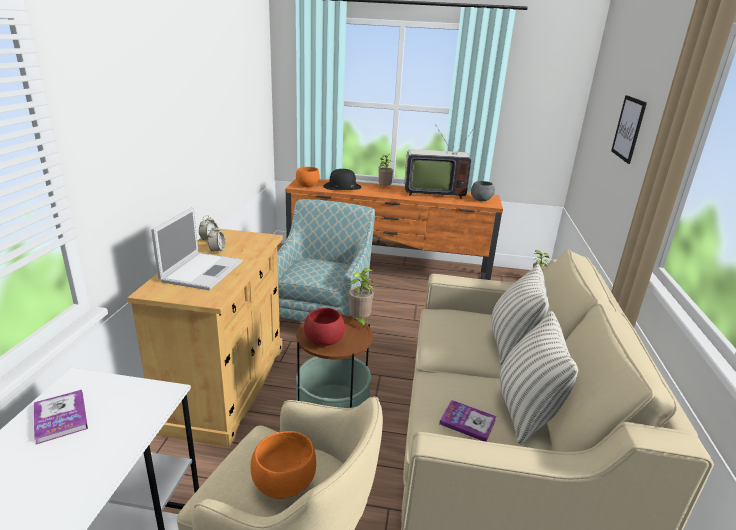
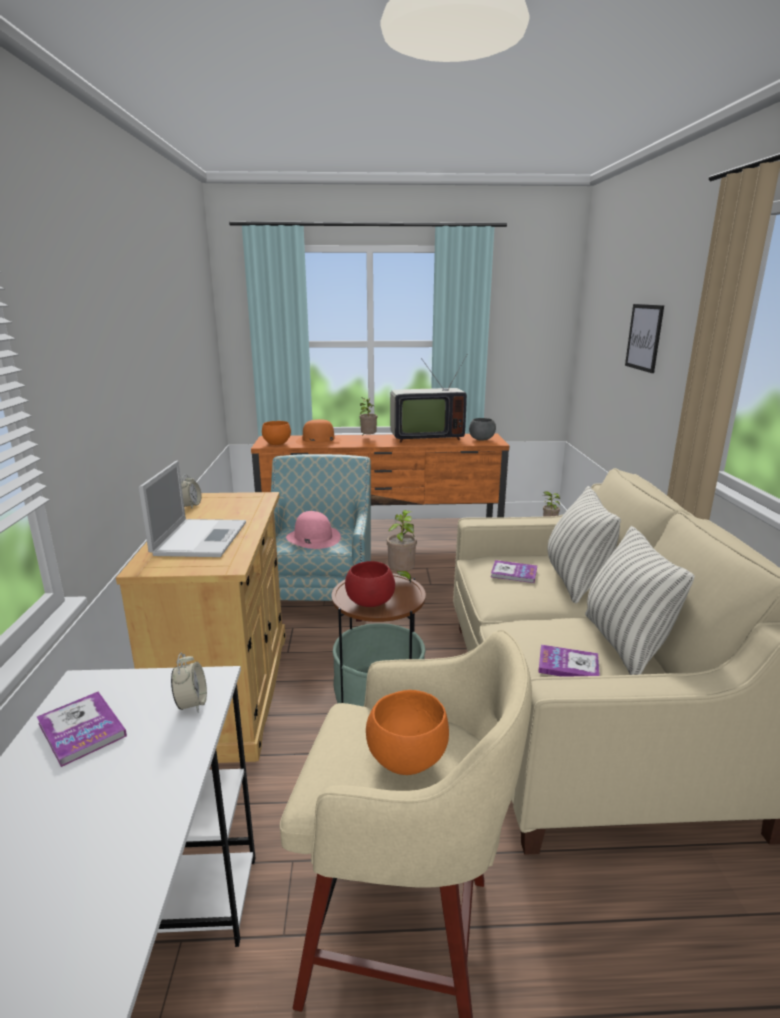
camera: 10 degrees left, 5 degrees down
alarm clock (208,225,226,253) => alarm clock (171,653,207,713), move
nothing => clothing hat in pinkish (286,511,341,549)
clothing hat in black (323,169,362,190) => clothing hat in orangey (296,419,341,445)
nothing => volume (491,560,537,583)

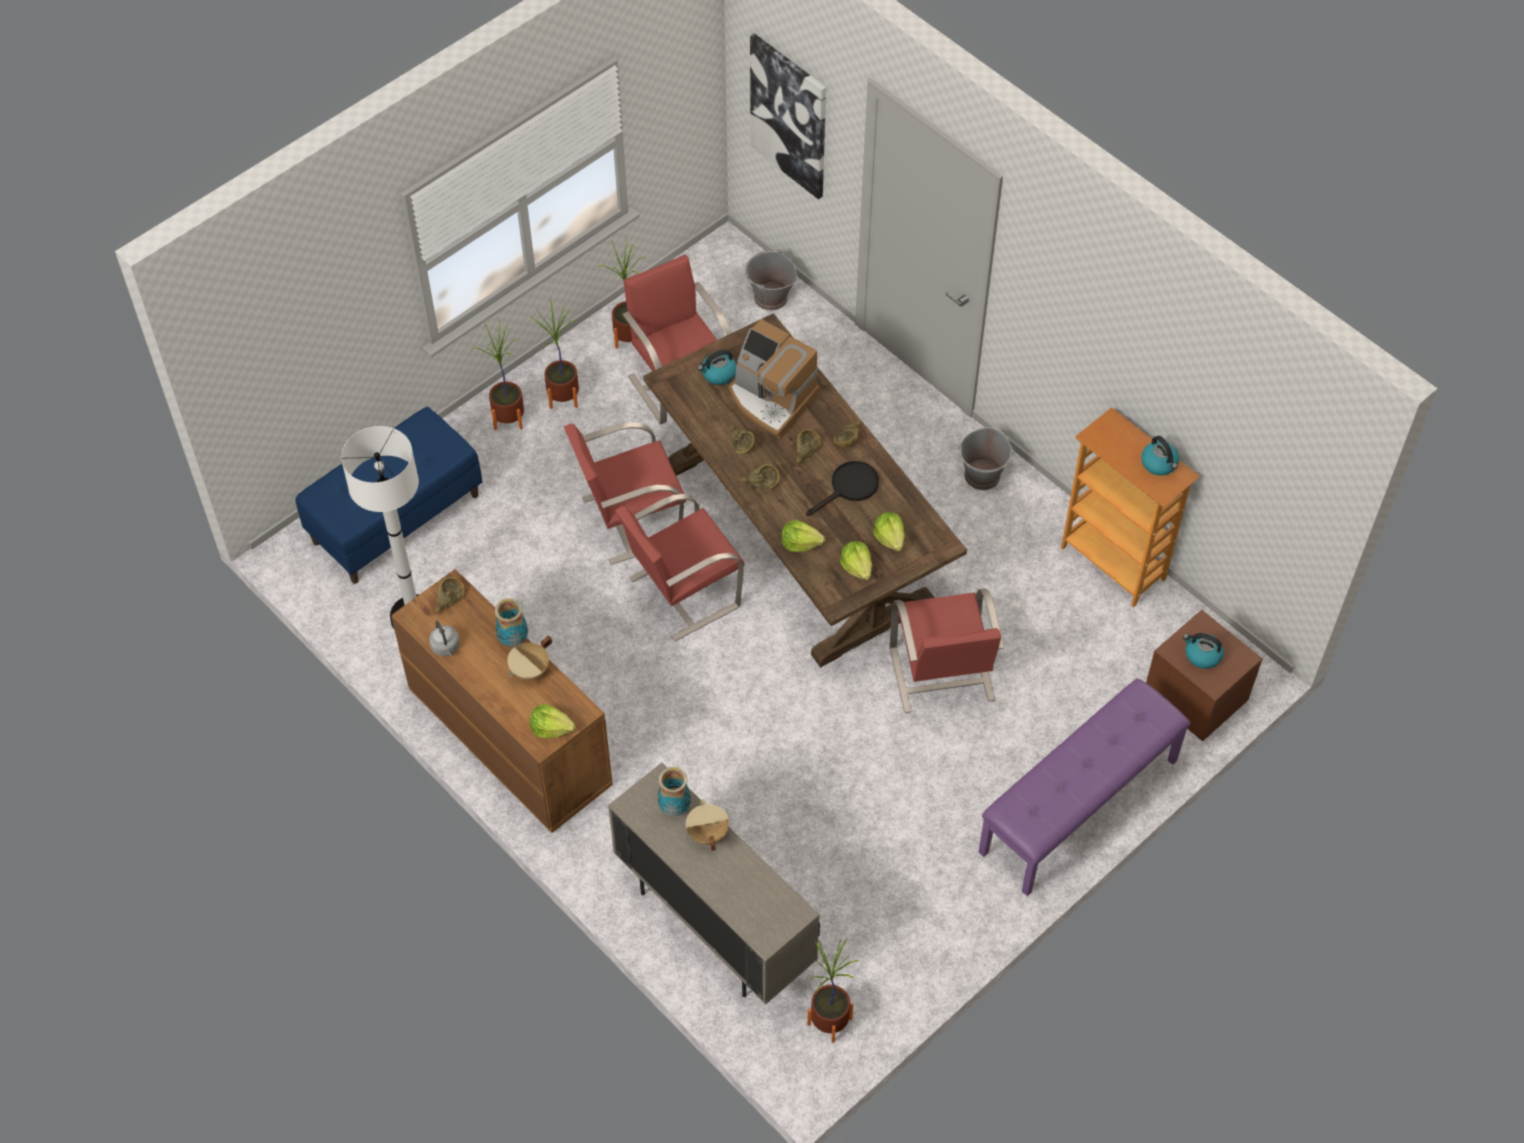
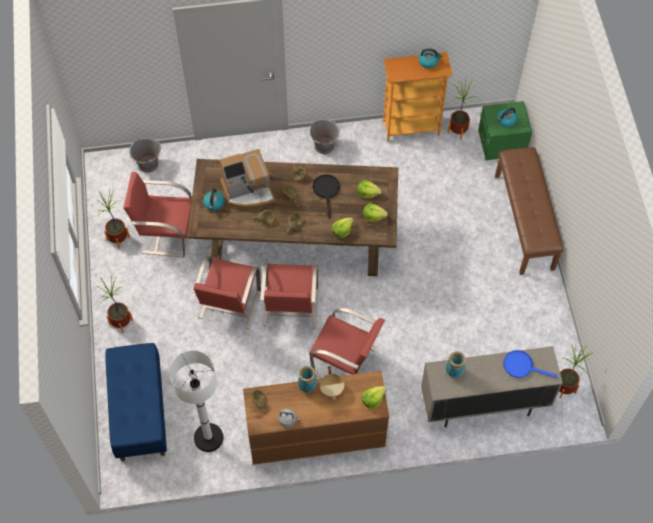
camera: 55 degrees left, 5 degrees up
plain chair in red-coloured (890,588,1005,713) => plain chair in red-coloured (309,308,385,379), move
potted plant (530,298,579,409) => potted plant (448,79,479,140), move
night table in brownish (1146,610,1263,741) => night table in green (478,101,532,160)
long seat in purplish (979,679,1191,896) => long seat in brownish (495,147,564,275)
nothing => frying pan in blue (503,350,558,378)
saucepot in beige-coloured (686,799,729,851) => nothing
wall art (750,33,826,199) => nothing

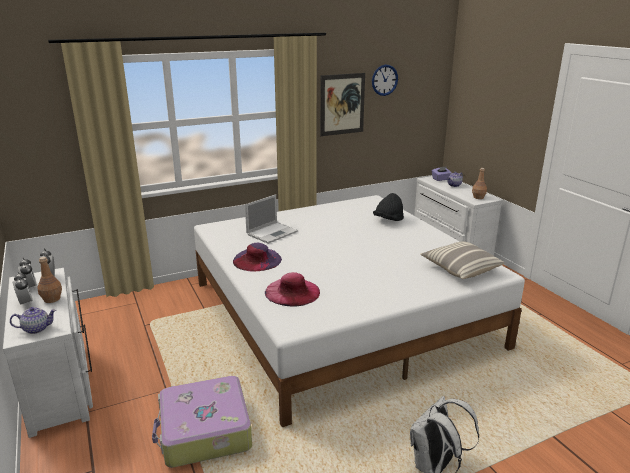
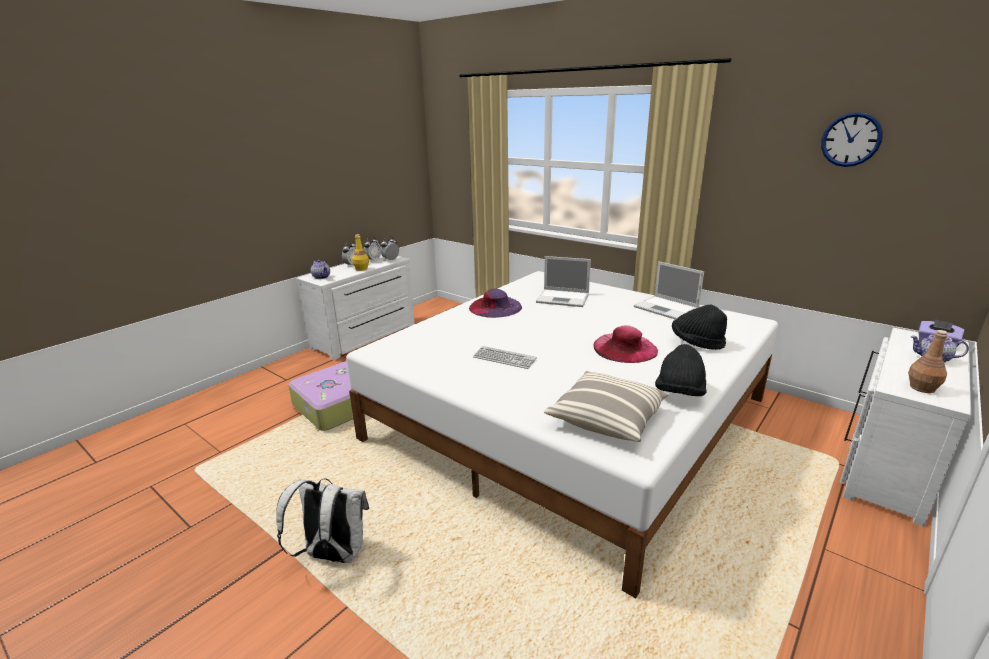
camera: 65 degrees right, 0 degrees up
bottle in brownish (37,257,62,303) => bottle in yellow-coloured (352,234,369,271)
nothing => keyboard (473,346,537,369)
clothing hat in pinkish (265,272,320,307) => clothing hat in pinkish (594,325,658,363), move
nothing => laptop (634,261,704,320)
nothing => clothing hat in black (655,344,707,396)
wall art (320,73,365,136) => nothing

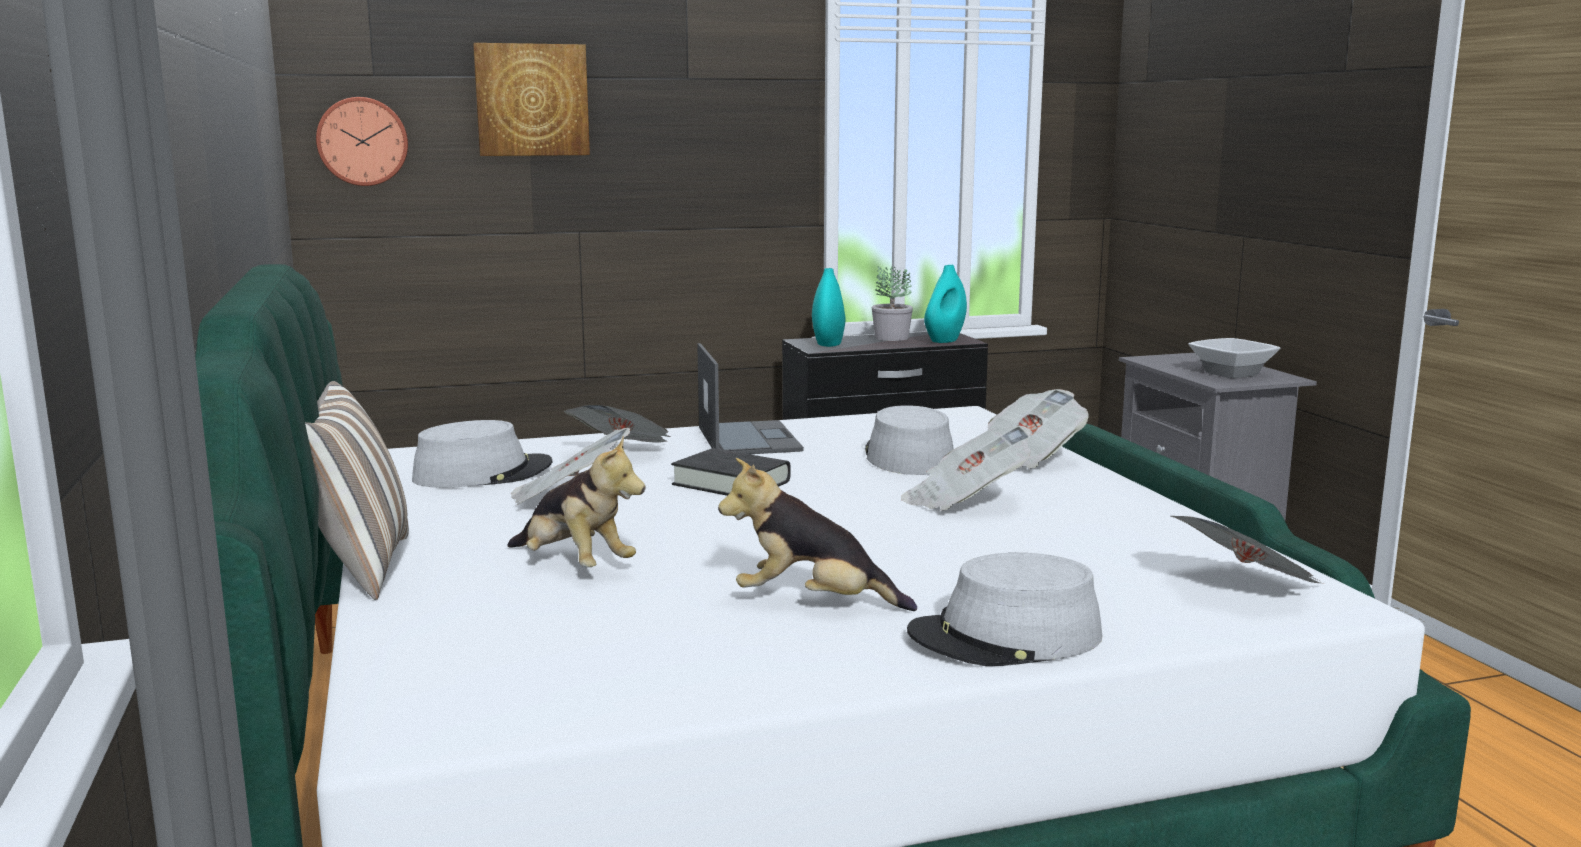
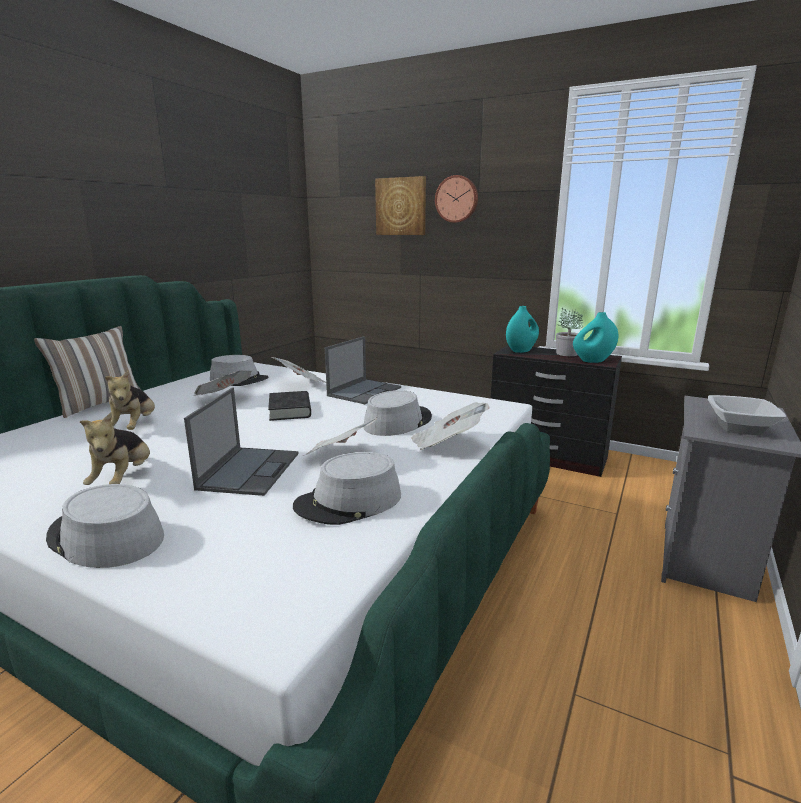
camera: 45 degrees right, 5 degrees up
soft toy (718,458,917,611) => soft toy (80,413,150,485), 150 degrees counterclockwise
nothing => laptop (184,388,299,496)
nothing => clothing hat in grey (293,452,401,525)
wall clock (316,97,408,186) => wall clock (435,175,478,223), move
newspaper (1171,516,1320,583) => nothing

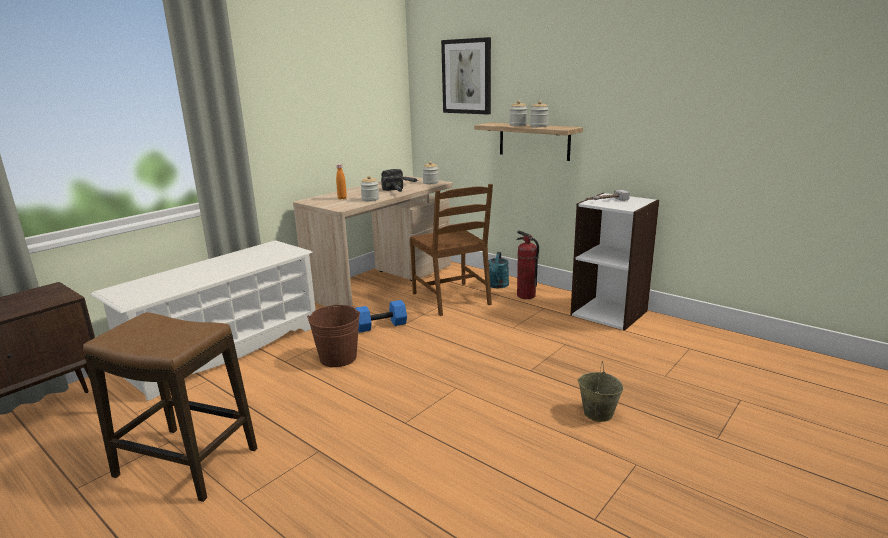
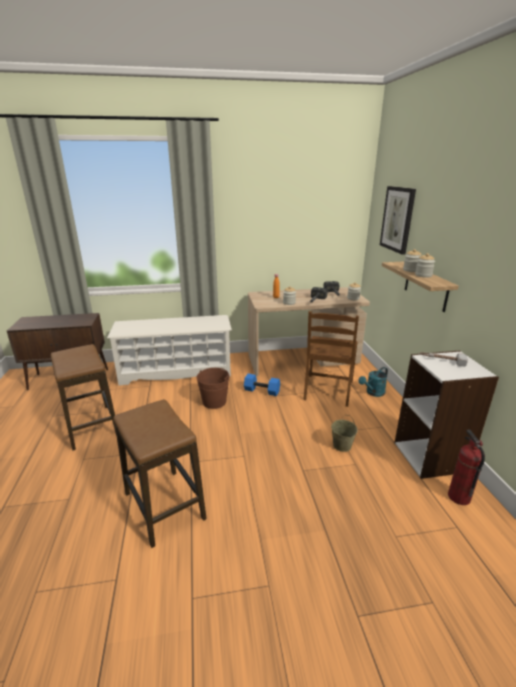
camera: 40 degrees right, 5 degrees up
nothing => stool seat (113,399,207,548)
water bucket in beige-coloured (578,361,624,422) => water bucket in beige-coloured (331,415,357,452), move
fire extinguisher (517,231,539,299) => fire extinguisher (448,430,485,505), move

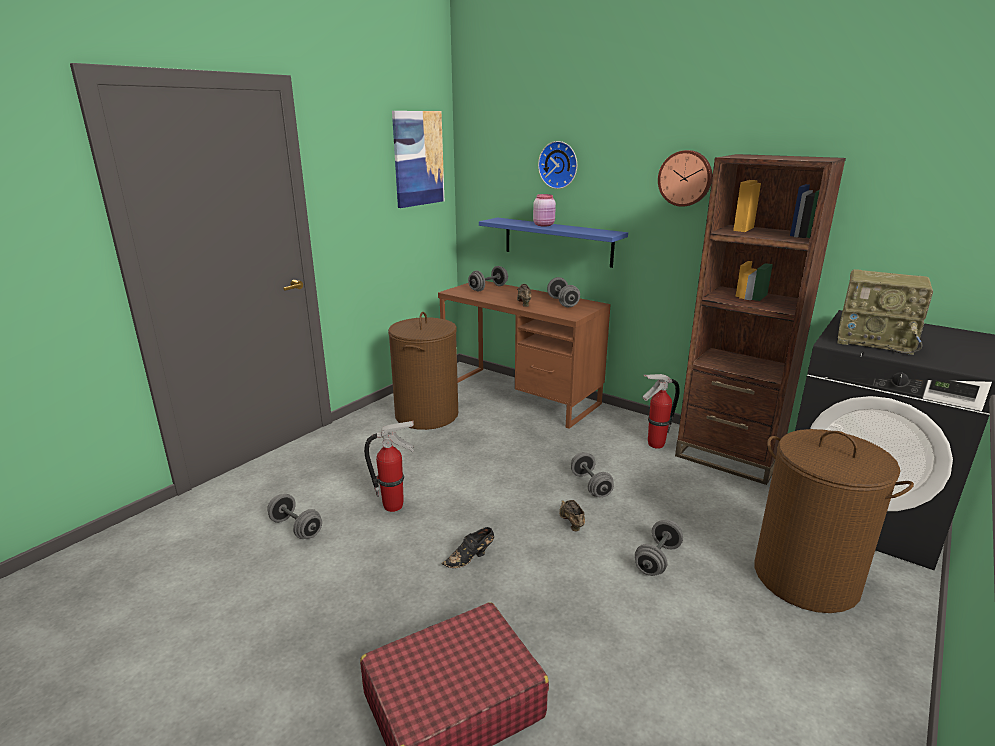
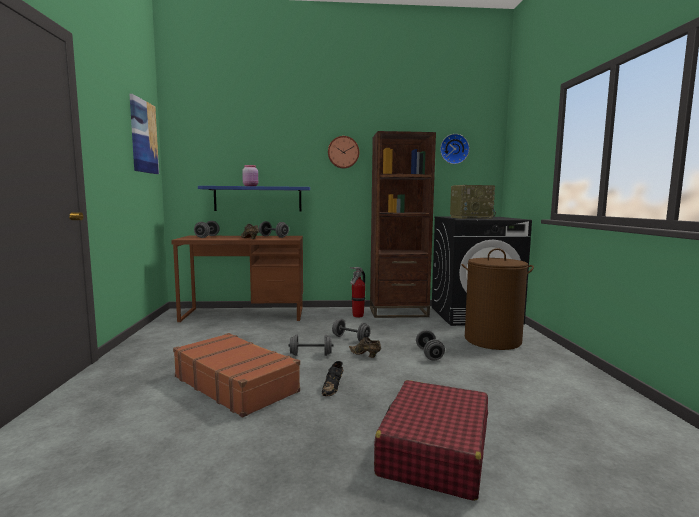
camera: 40 degrees left, 15 degrees down
fire extinguisher (364,421,414,512) => travel case in brownish (173,333,300,418)
hand weight in grey (267,494,322,539) => hand weight in grey (289,335,333,356), move
wall clock (538,141,577,189) => wall clock (440,134,469,164), move
hamper in brownish (388,312,458,430) => nothing

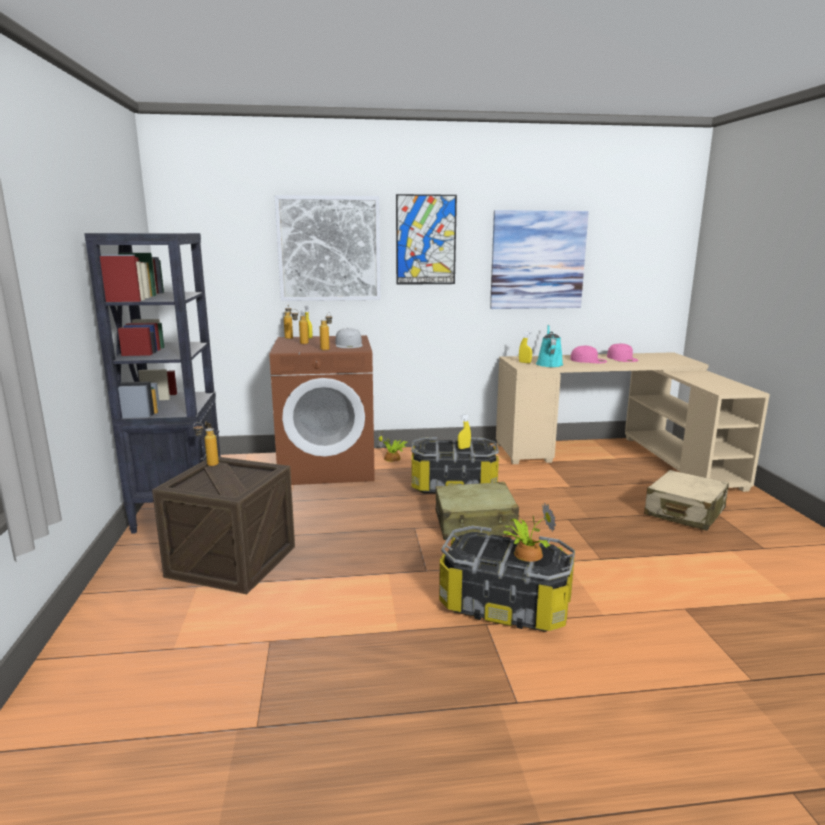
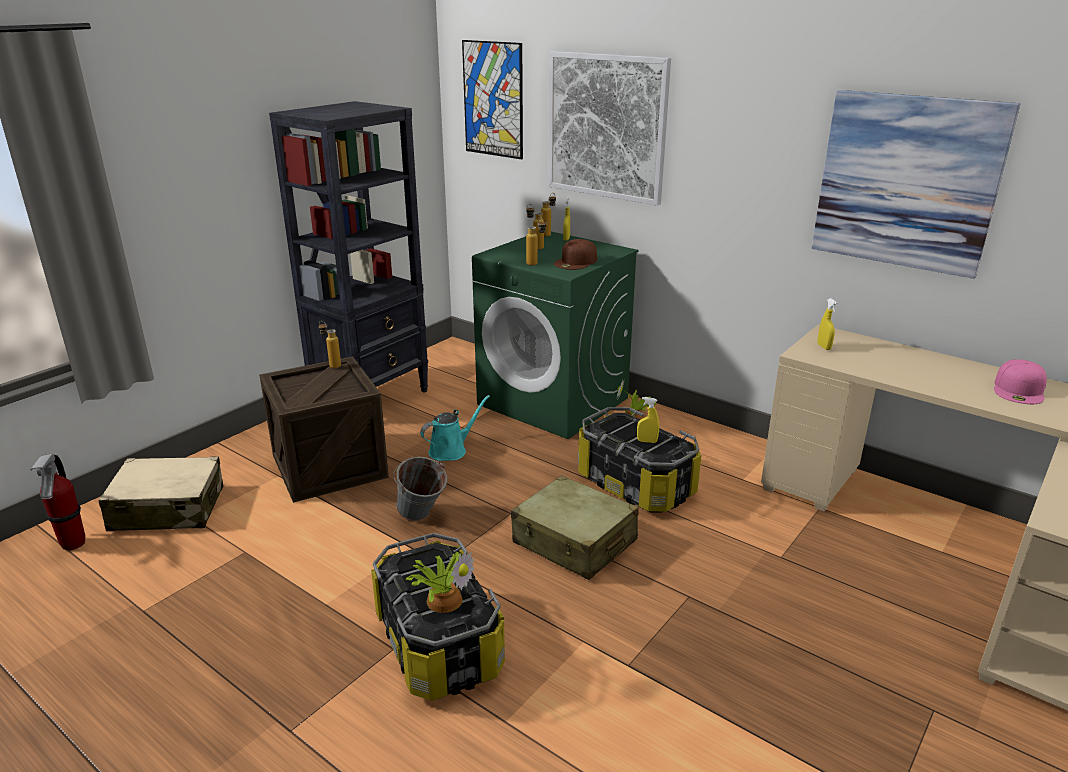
camera: 45 degrees right, 10 degrees up
nothing => fire extinguisher (30,454,85,550)
travel case in beige-coloured (644,470,729,531) => travel case in beige-coloured (99,457,223,531), move
nothing => water bucket in grey (393,457,447,521)
watering pot in turquoise (536,325,563,367) => watering pot in turquoise (420,395,490,461), move
wall art (396,194,457,285) => wall art (462,40,523,159), move
laundry machine in brownish (269,335,375,485) => laundry machine in green (472,232,639,439)
cap in white (336,328,363,348) => cap in brownish (554,239,597,270)
cap in pinkish (570,345,607,363) => nothing

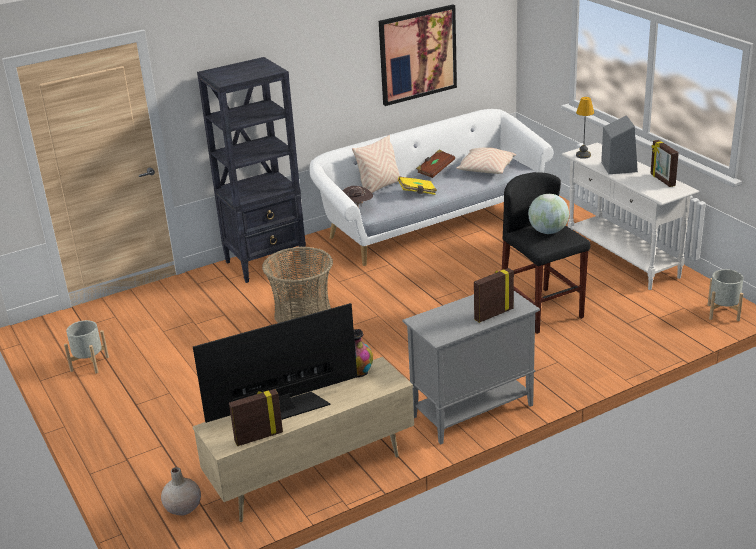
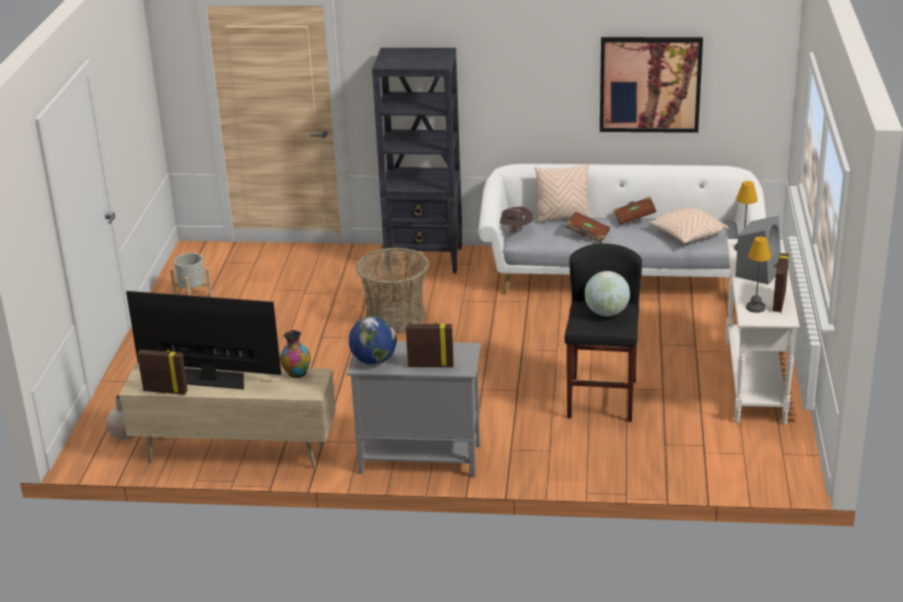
camera: 35 degrees right, 0 degrees up
nothing => world globe (349,316,397,364)
volume in yellow-coloured (398,176,437,195) => volume in brownish (566,212,610,243)
nothing => lamp for a table (746,236,771,313)
plant pot in grey (708,269,743,321) => nothing

